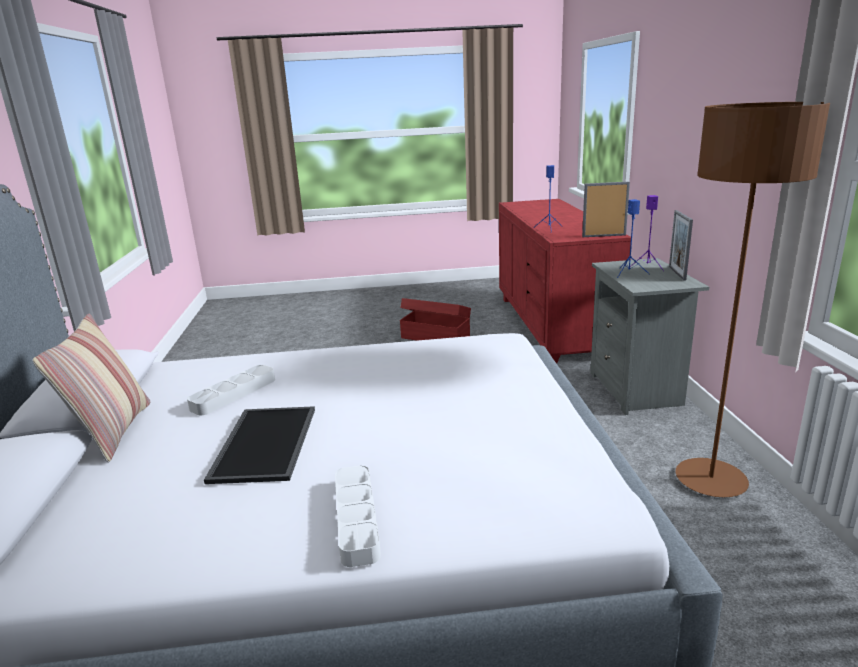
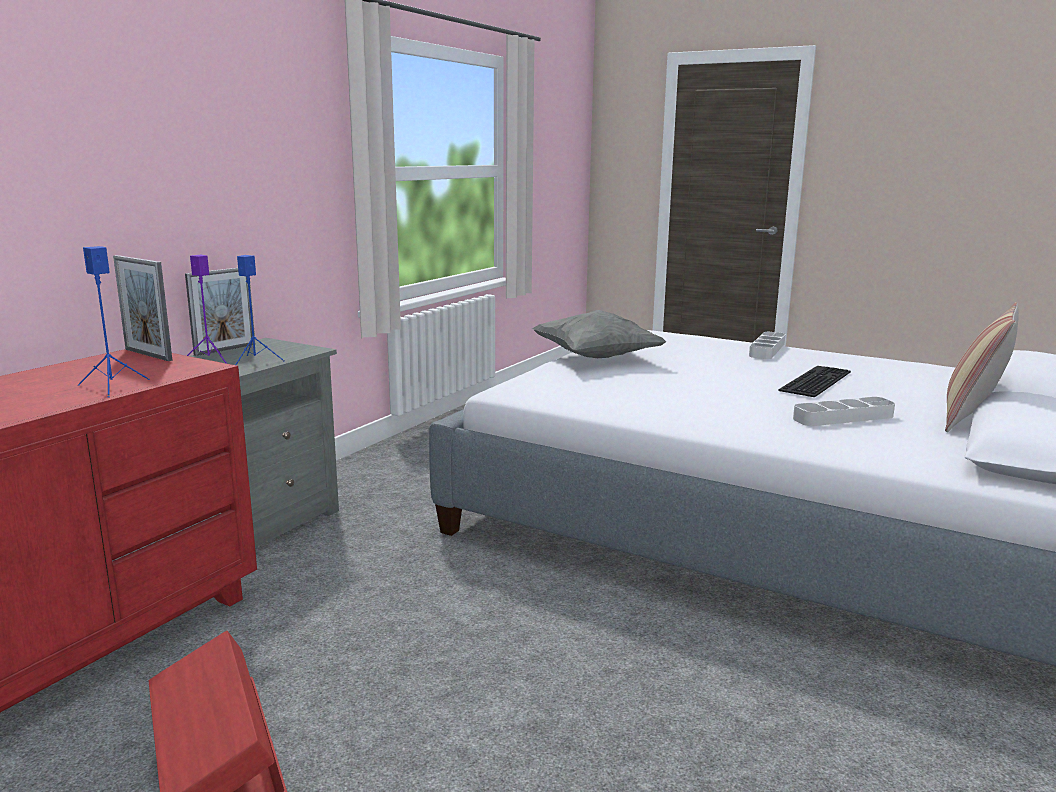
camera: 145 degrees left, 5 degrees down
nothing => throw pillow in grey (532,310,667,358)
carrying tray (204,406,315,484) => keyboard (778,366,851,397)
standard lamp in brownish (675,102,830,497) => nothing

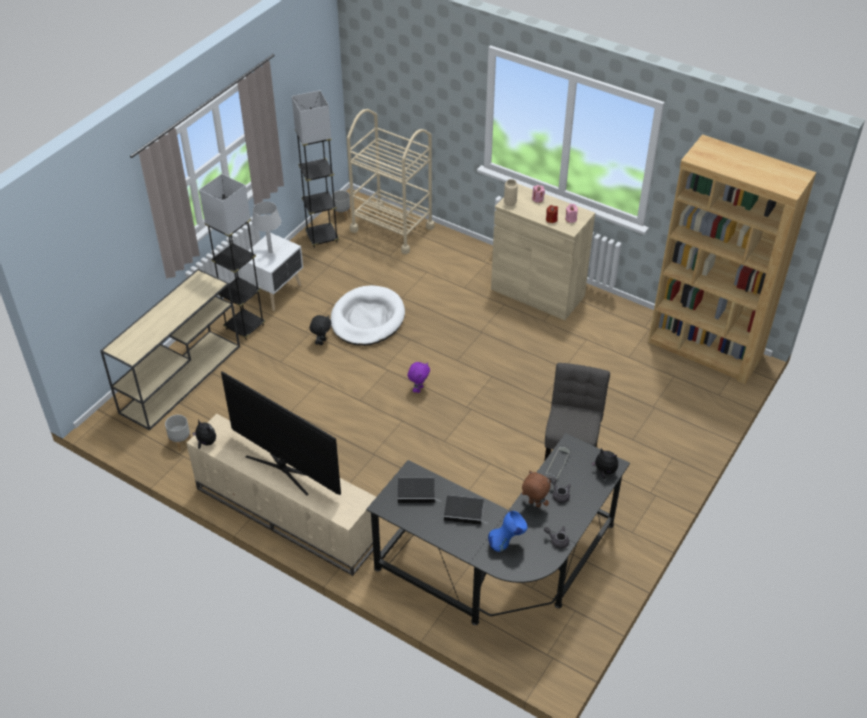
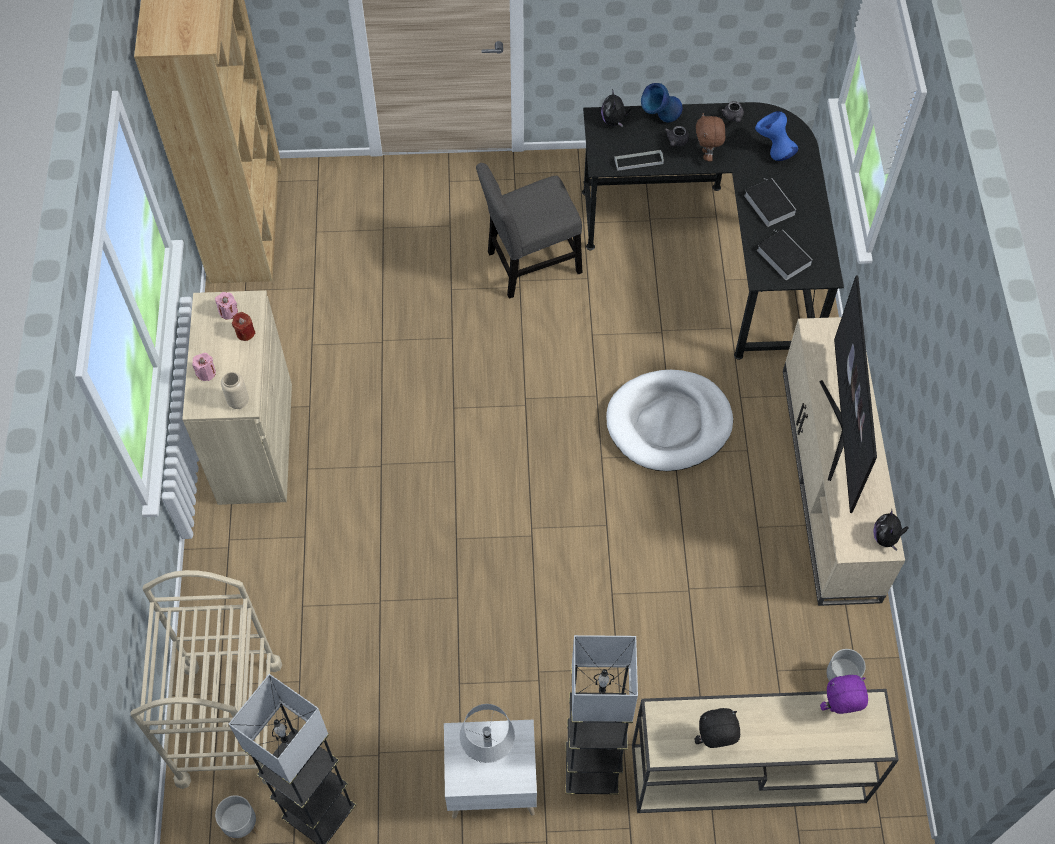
camera: 125 degrees left, 15 degrees up
dog cushion in white (331,285,405,346) => dog cushion in white (606,370,733,471), move
nothing => flower vase in blue (641,83,683,122)
soft toy in black (310,315,331,345) => soft toy in black (694,708,740,748), move
soft toy in purplish (408,362,430,393) => soft toy in purplish (820,675,868,714), move

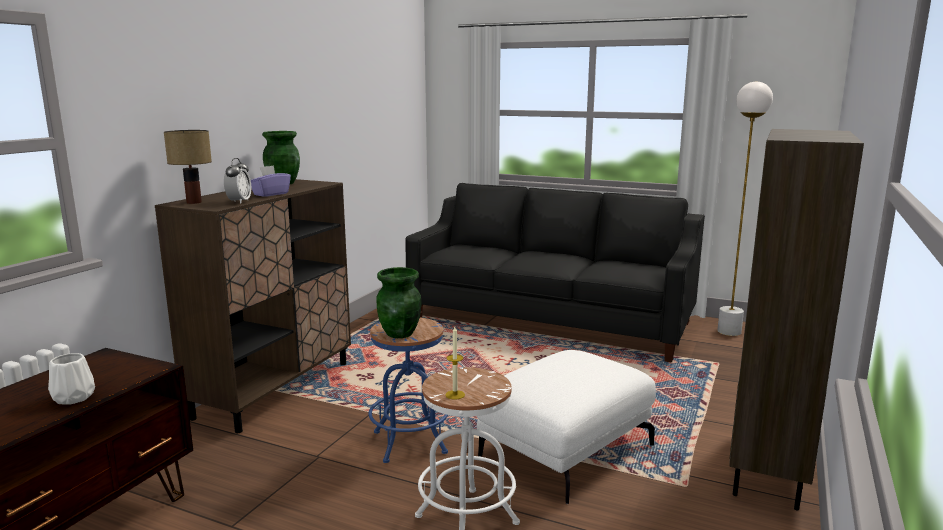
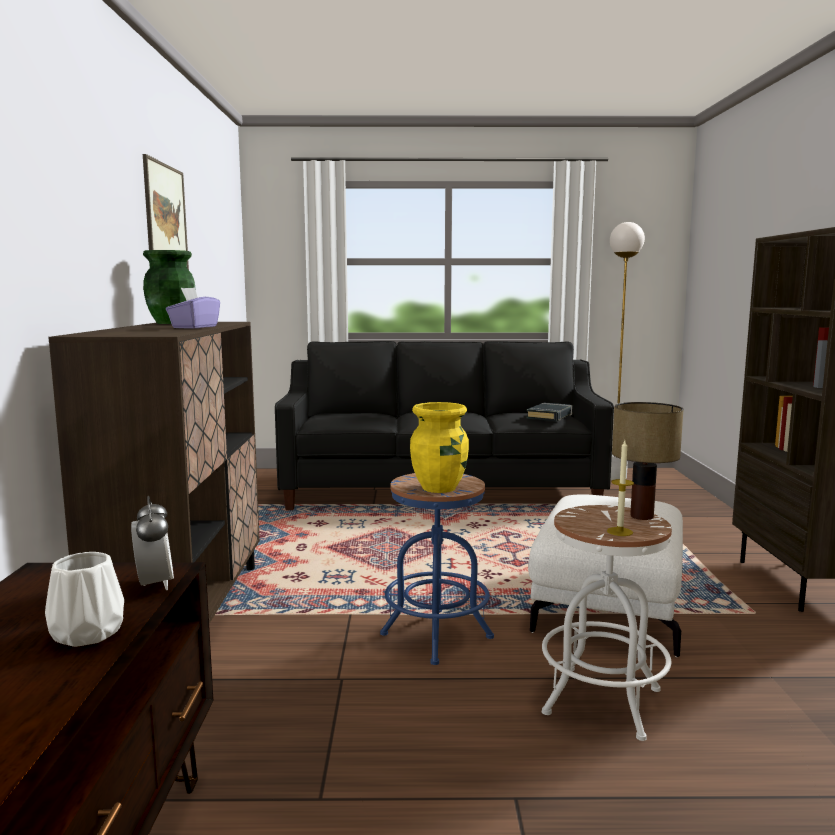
camera: 25 degrees left, 5 degrees down
alarm clock (224,158,251,204) => alarm clock (131,496,174,590), move
nothing => wall art (143,154,189,270)
flower vase in green (376,267,421,338) => flower vase in yellow-coloured (410,402,469,493)
nothing => volume in black (527,402,573,421)
lamp for a table (164,130,212,204) => lamp for a table (612,402,684,520), move

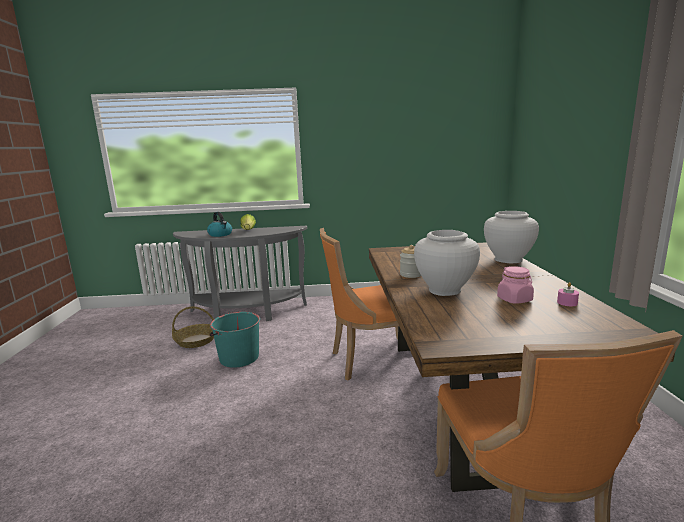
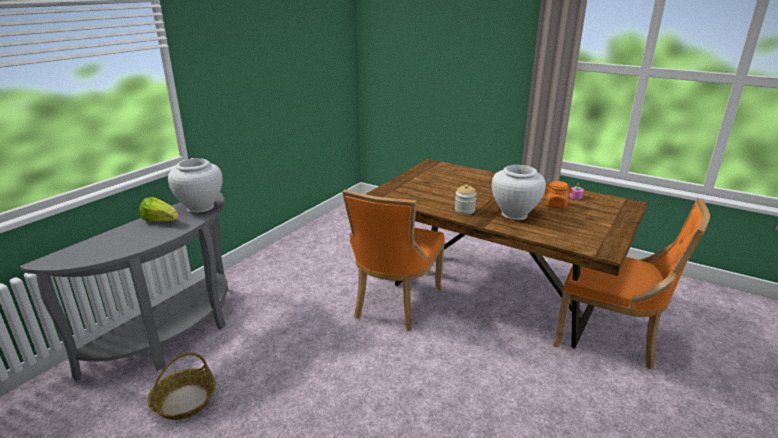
camera: 55 degrees left, 10 degrees up
flower vase in white (484,211,539,263) => flower vase in white (168,158,223,213), move
storage jar in pinkish (497,266,534,304) => storage jar in orangey (544,181,572,208)
kettle (207,212,232,237) => nothing
water bucket in turquoise (209,312,260,368) => nothing

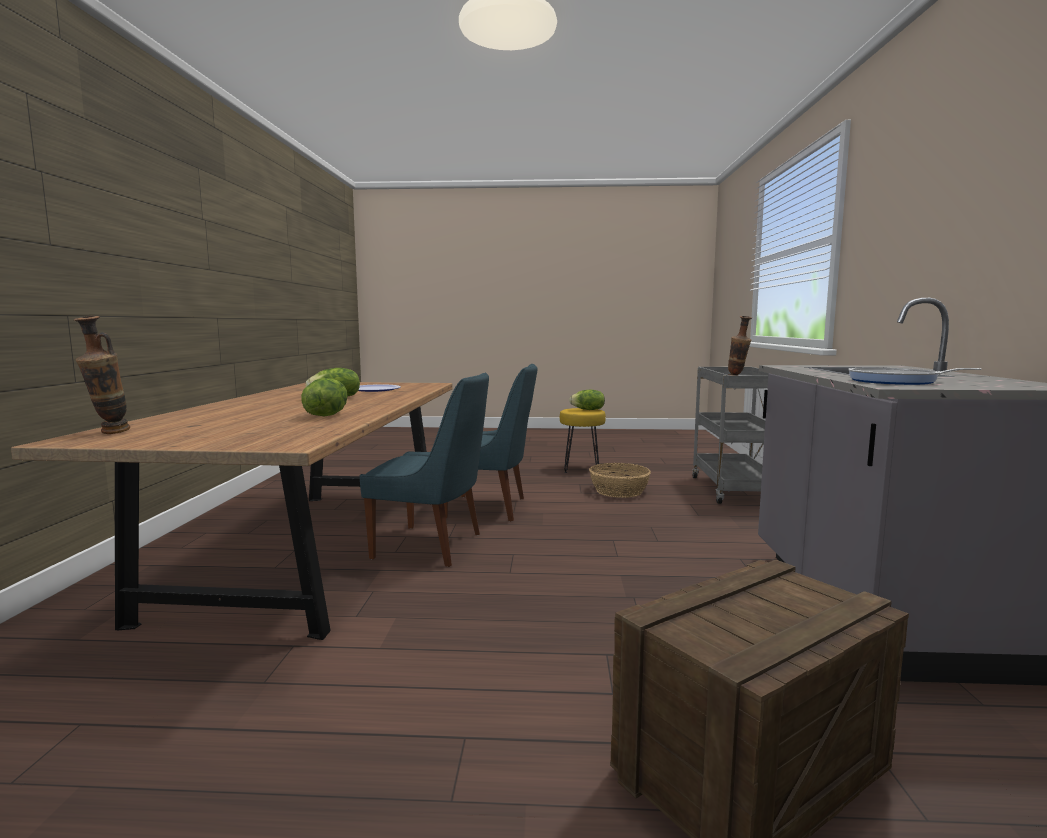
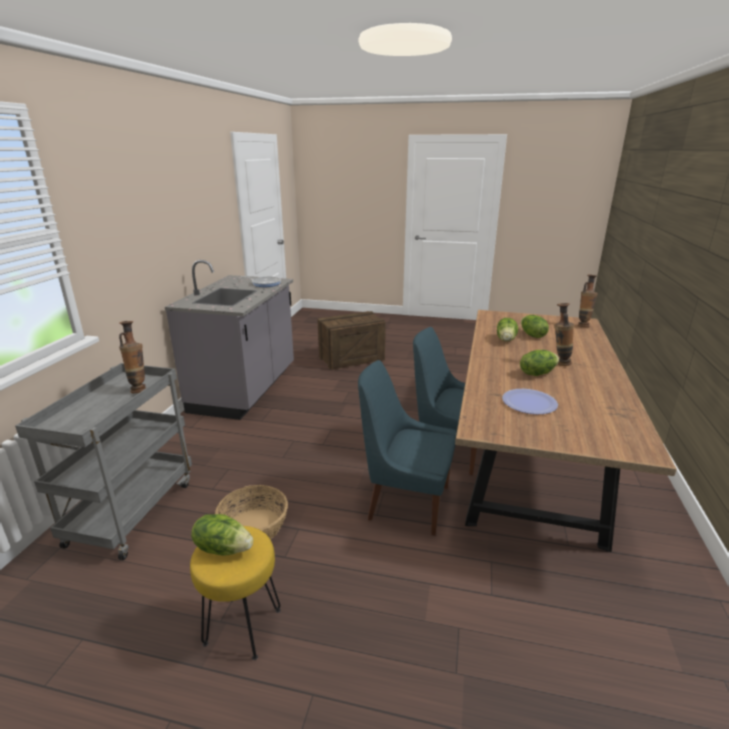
camera: 170 degrees left, 15 degrees up
nothing => lettuce (521,315,549,338)
nothing => flower vase (554,303,574,366)

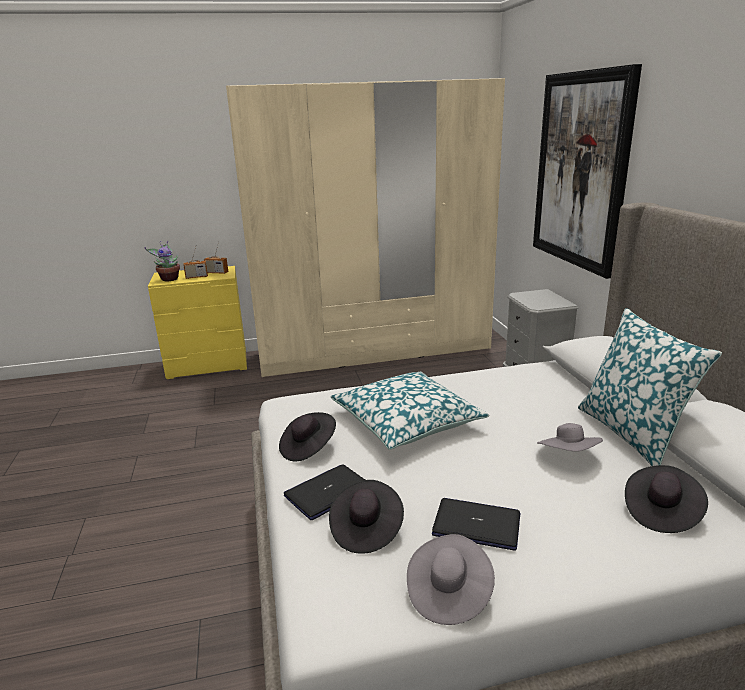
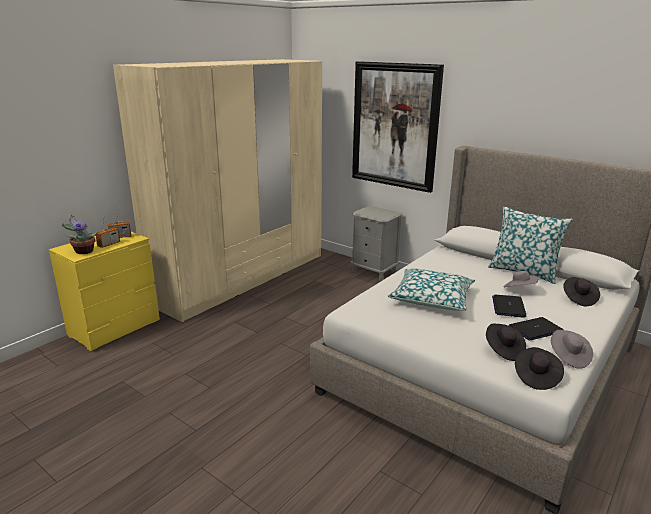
camera: 40 degrees left, 0 degrees up
laptop (284,464,365,520) => laptop (492,295,527,318), move
clothing hat in black (279,412,336,461) => clothing hat in black (515,347,564,390), move

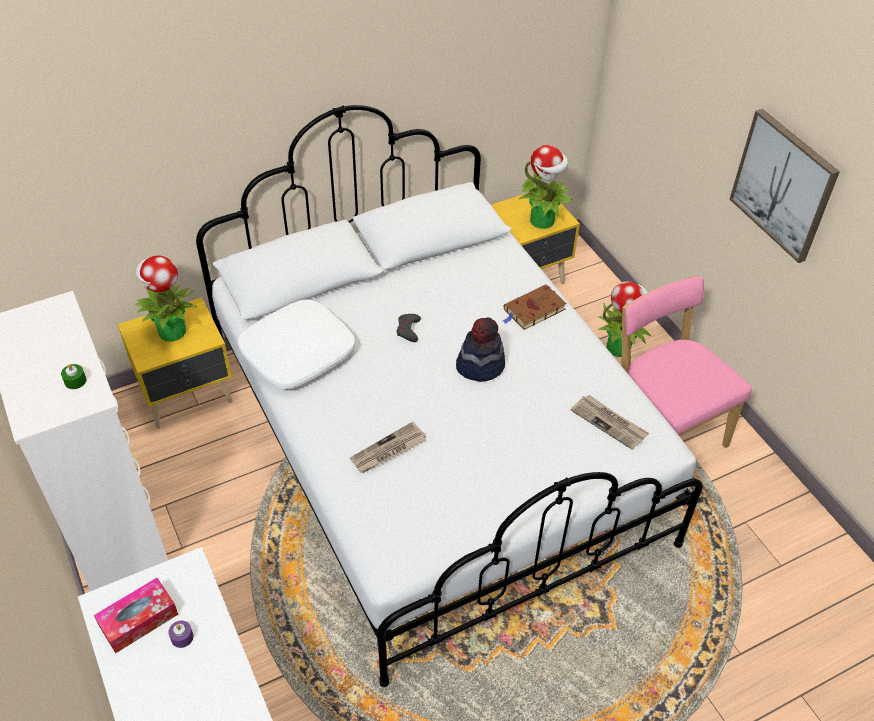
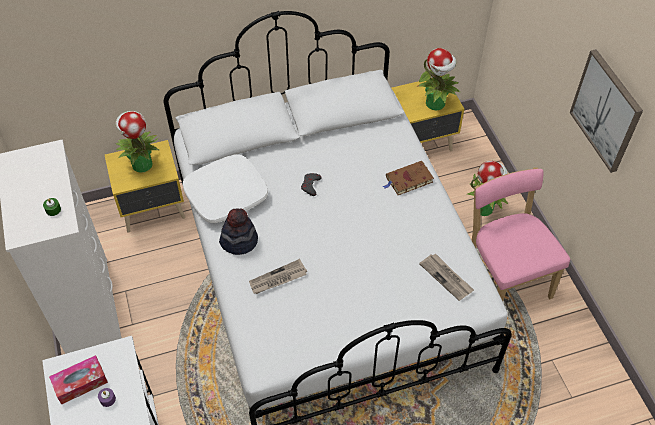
camera: 10 degrees right, 5 degrees up
clothing hat (456,317,505,382) => clothing hat (219,208,258,255), move

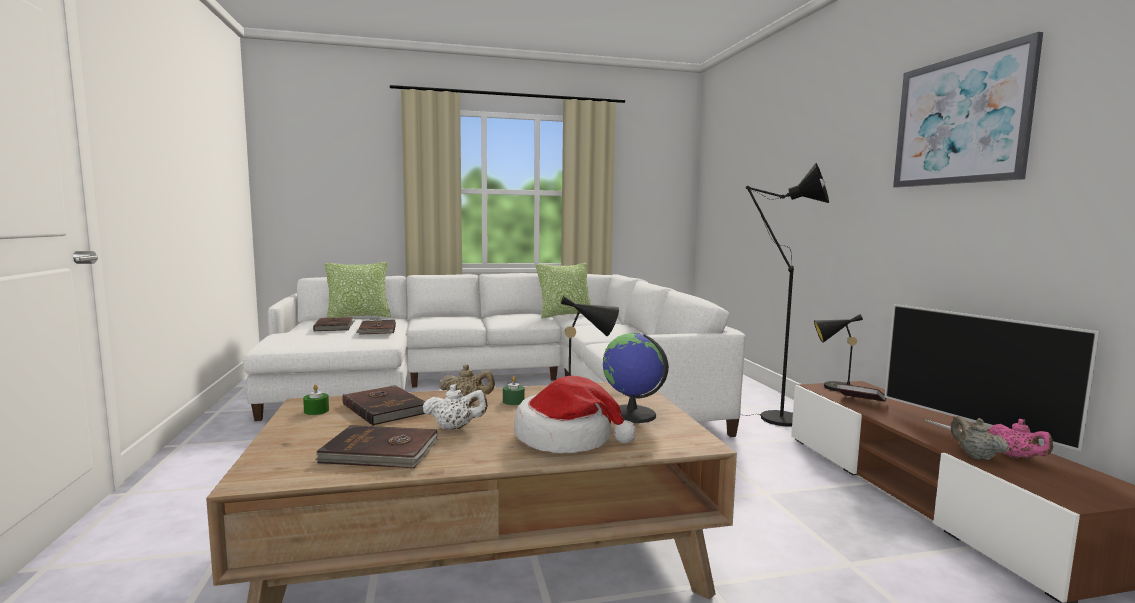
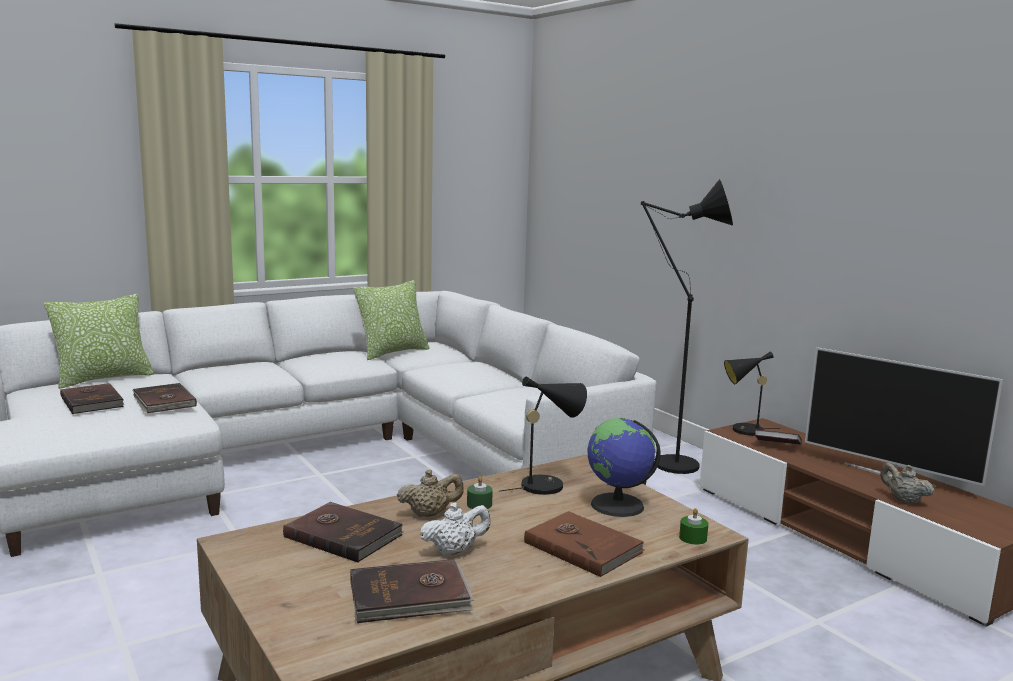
camera: 20 degrees left, 5 degrees up
clothing hat (514,376,636,453) => volume in brownish (524,511,645,577)
candle in green (303,384,329,415) => candle in green (679,508,708,545), move
wall art (893,32,1043,187) => nothing
tea pot in pinkish (988,419,1053,459) => nothing

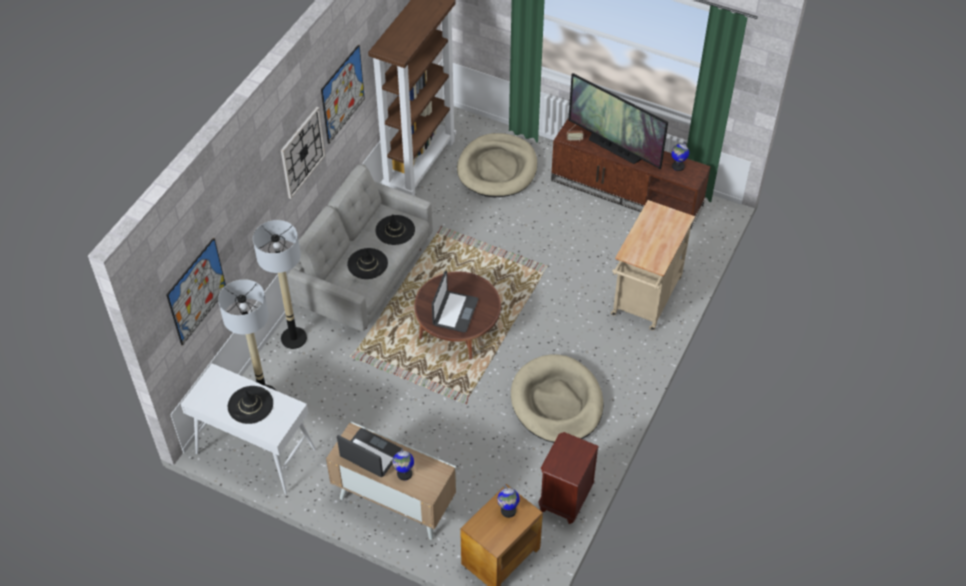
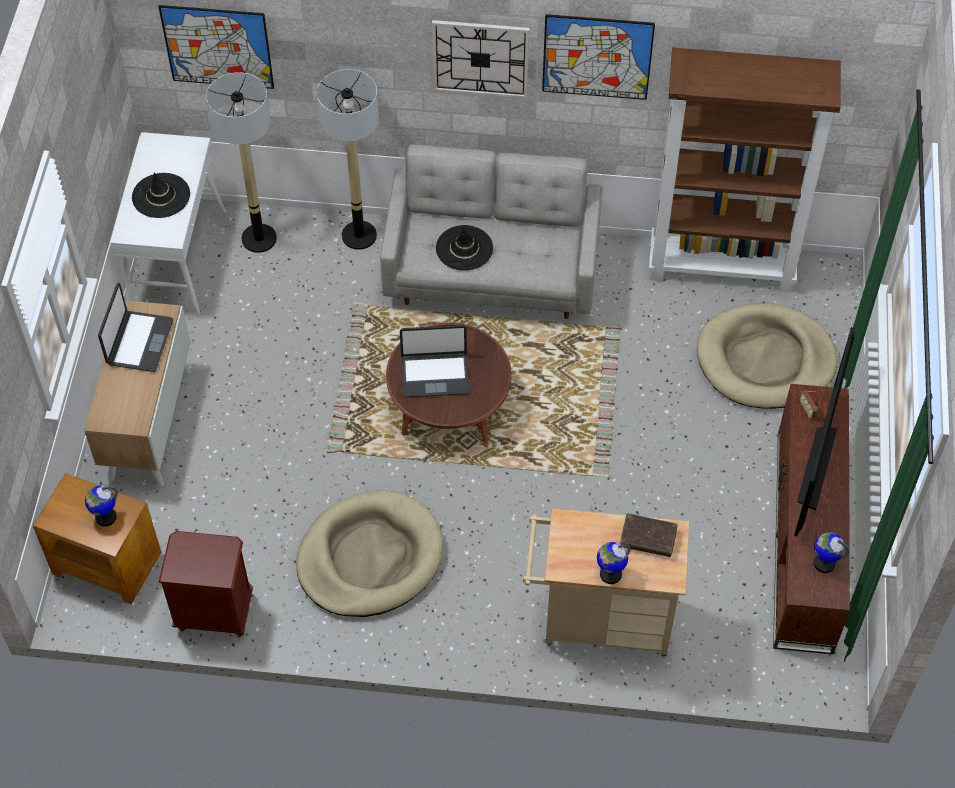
camera: 70 degrees right, 5 degrees up
world globe (392,448,414,480) => world globe (597,542,631,584), move
nothing => volume in brownish (620,513,678,557)
clothing hat in black (375,214,415,245) => nothing

